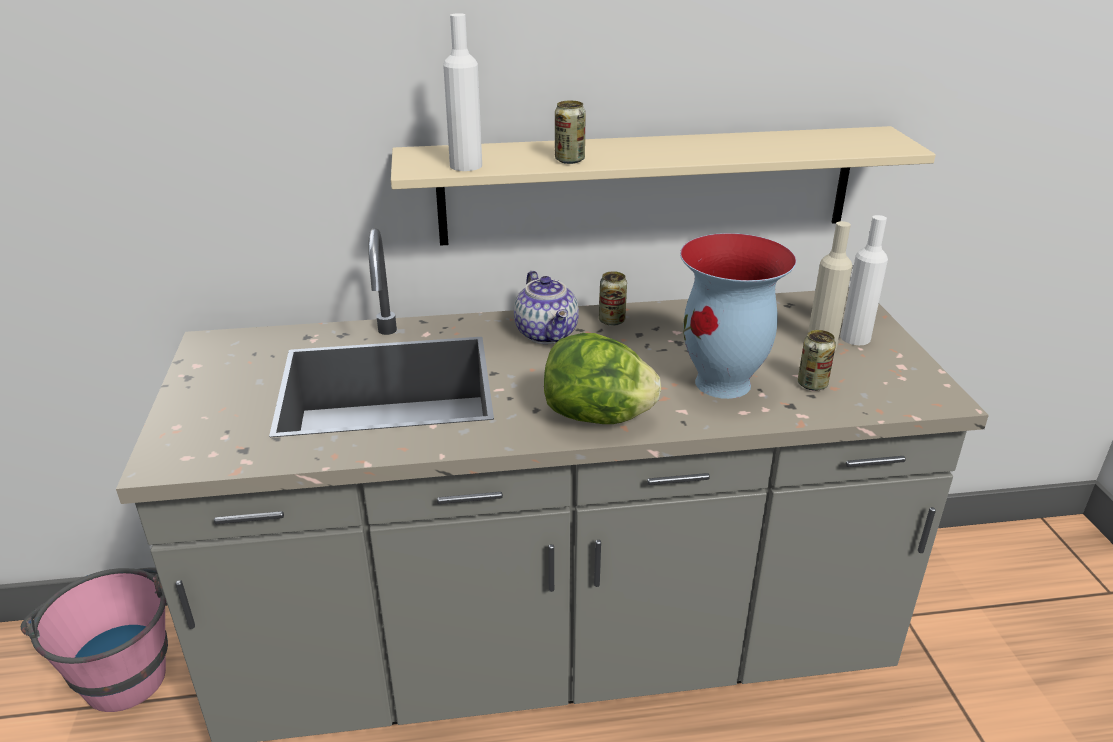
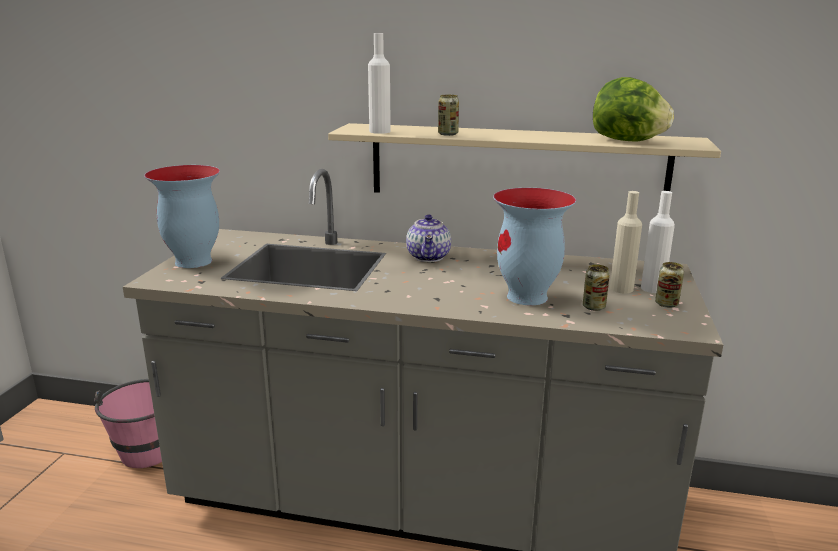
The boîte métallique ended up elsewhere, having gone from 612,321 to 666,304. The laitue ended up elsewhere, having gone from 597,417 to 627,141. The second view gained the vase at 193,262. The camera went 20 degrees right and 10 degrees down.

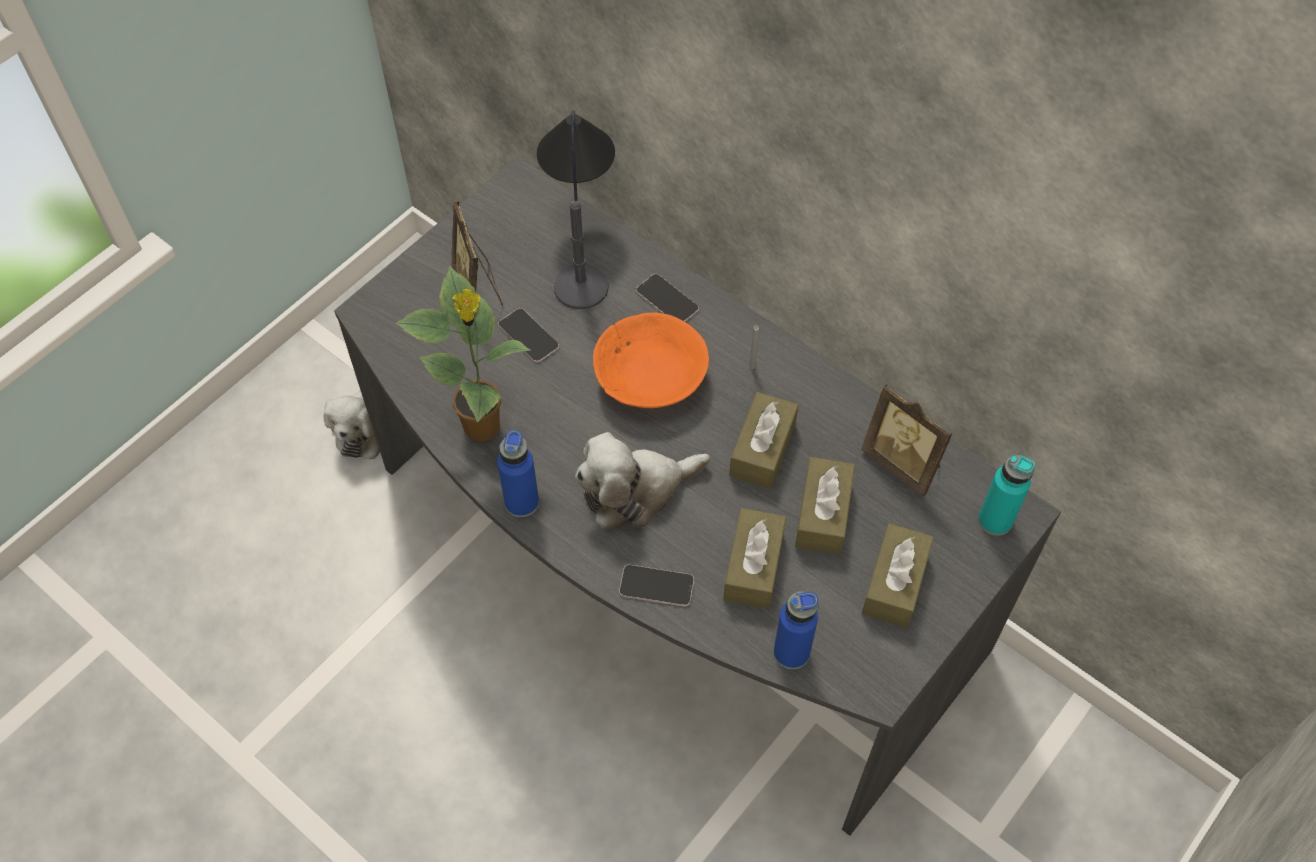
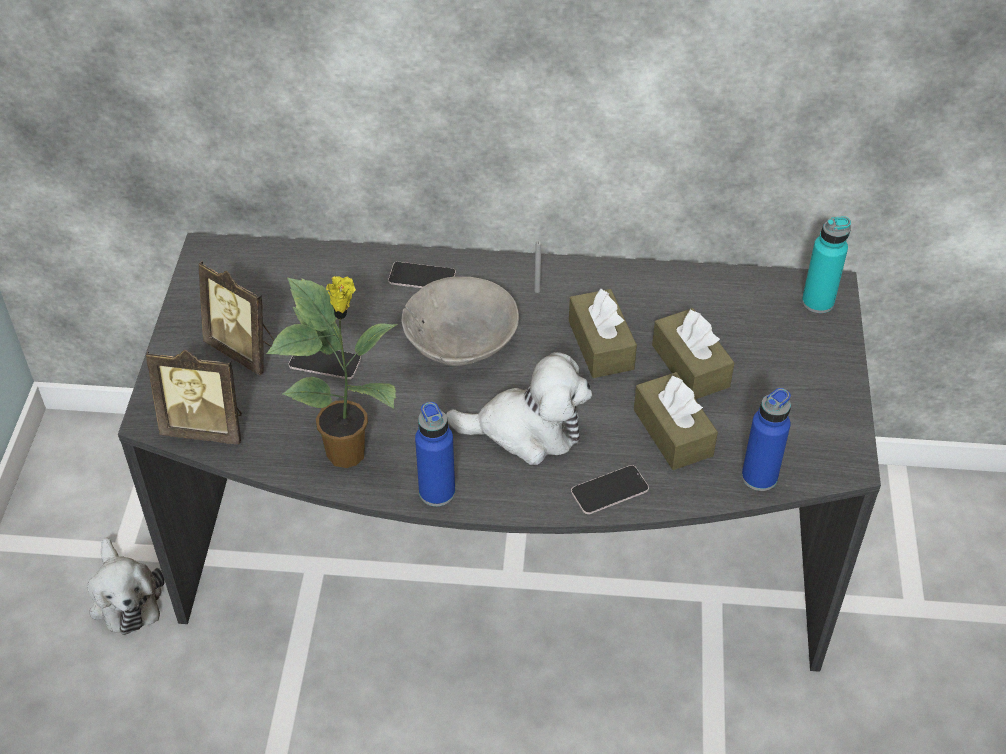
The second view lost the lampe de table at 580,243. What was the bol [orange] at 651,377 turned into the bol [gris] at 461,339. The cadre photo ended up elsewhere, having gone from 903,463 to 206,427. The peluche at 636,491 ended up facing another way, 120 degrees counterclockwise from before. The second view lost the boîte à mouchoirs [marron] at 895,583. The camera went 35 degrees left and 10 degrees down.

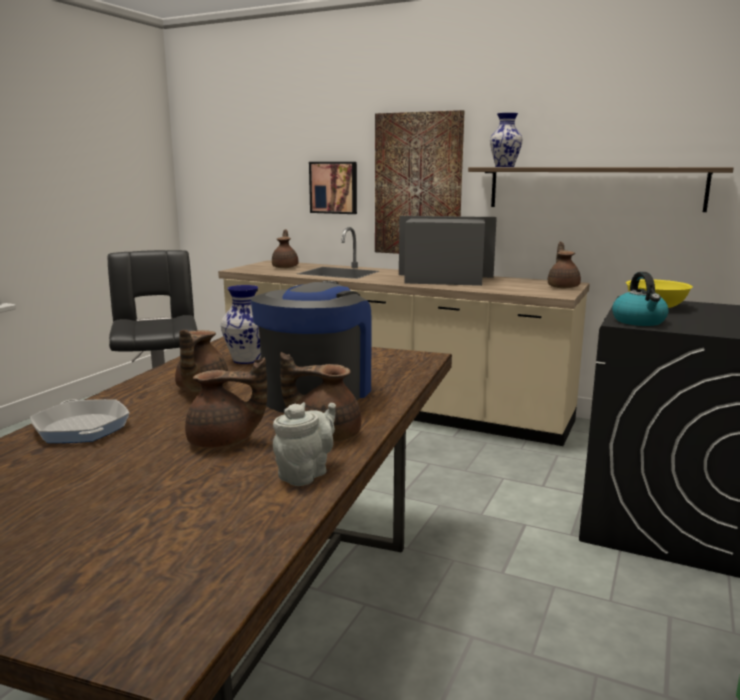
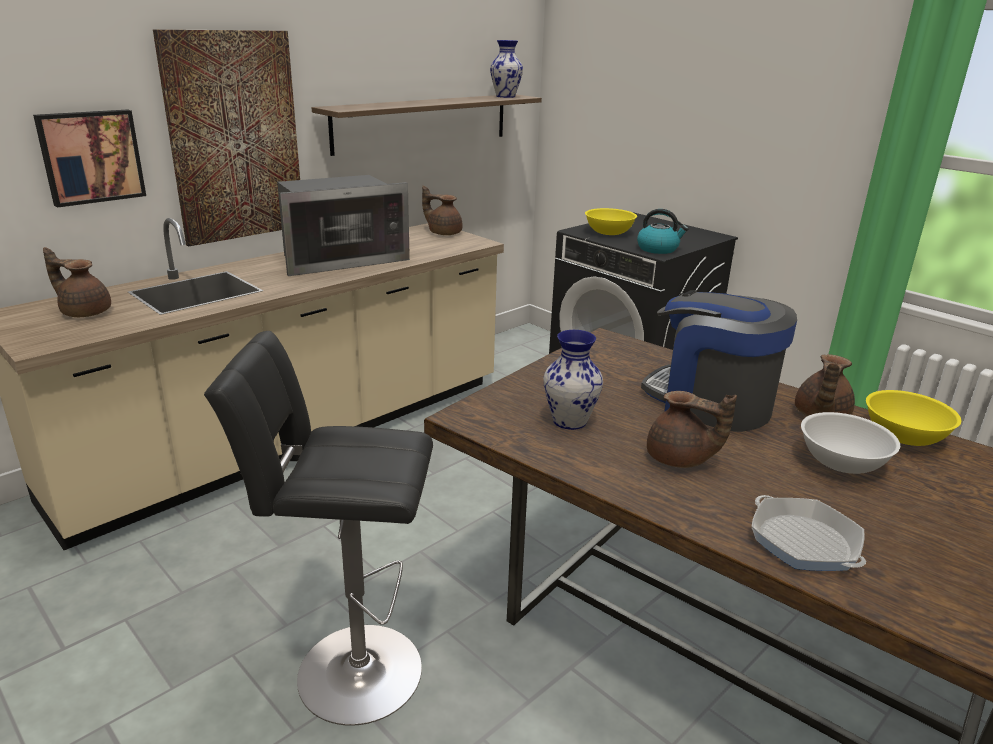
The vase ended up elsewhere, having gone from 505,166 to 506,96. The micro-ondes at 444,279 ended up facing another way, 150 degrees counterclockwise from before. Where the théière [marron] stood at 224,442, the bol [blanc] came to stand at 842,462. The poêle at 81,428 ended up facing another way, 75 degrees clockwise from before. Where the théière [gris] stood at 306,473, the bol [jaune] came to stand at 904,437. The camera went 70 degrees left and 10 degrees up.

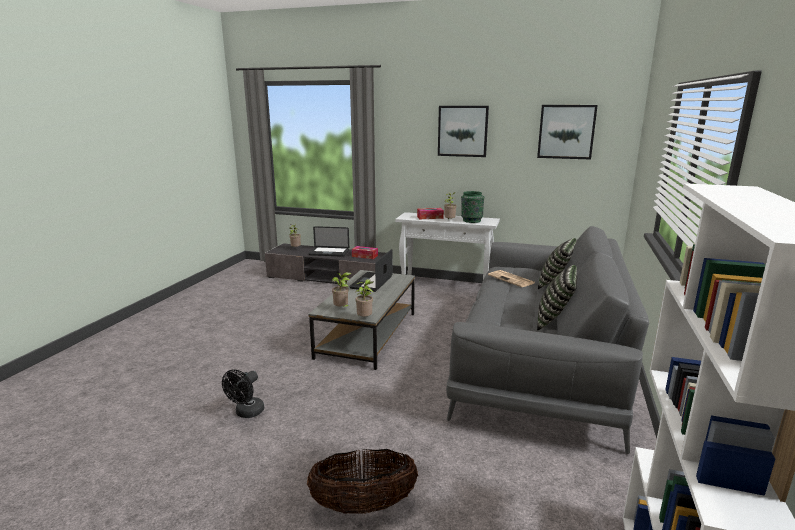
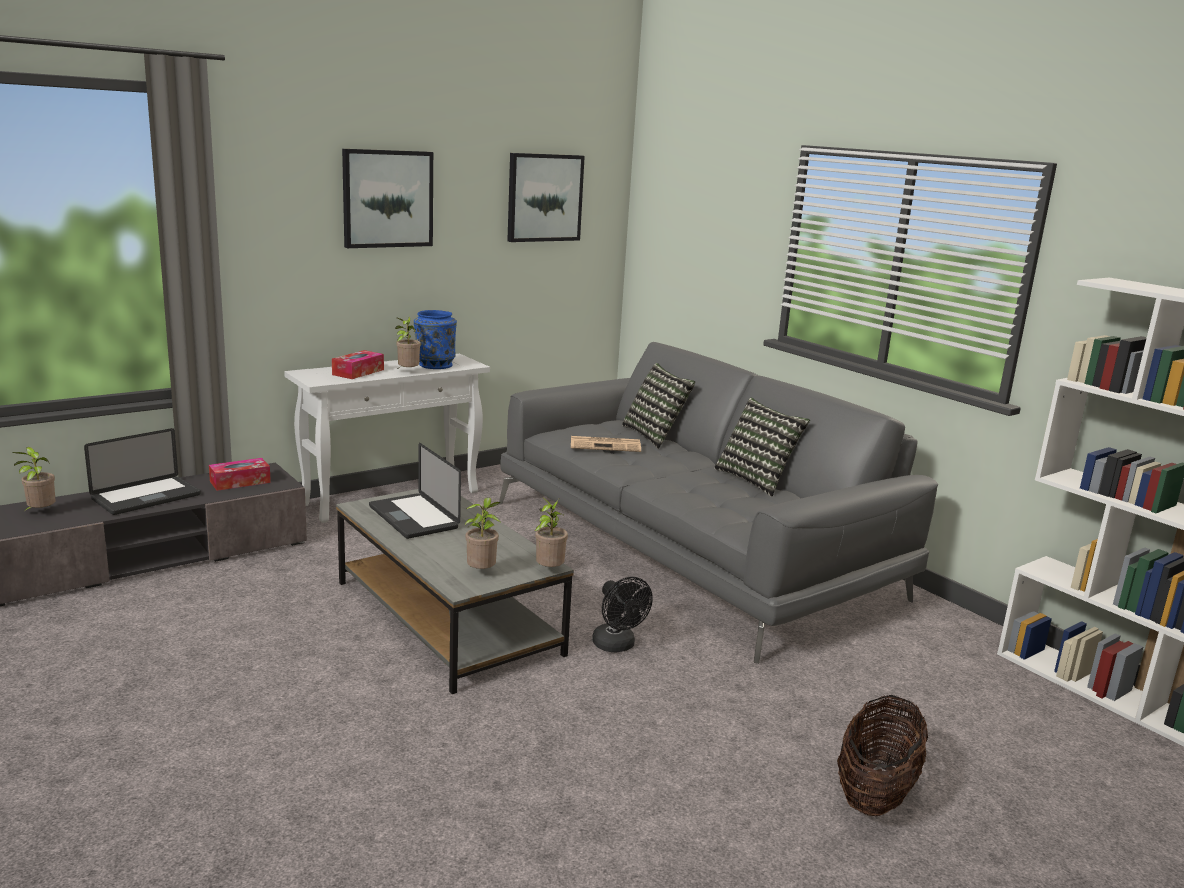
What was the vase [vert] at 471,220 turned into the vase [bleu] at 434,365. The ventilateur [noir] ended up elsewhere, having gone from 247,413 to 617,646. The camera went 55 degrees left and 0 degrees up.

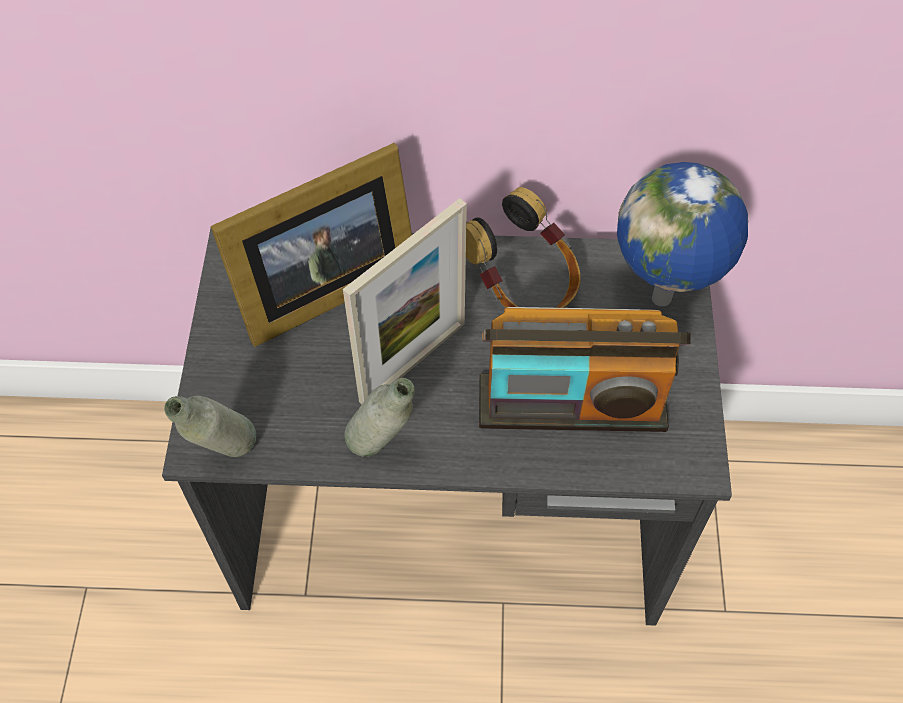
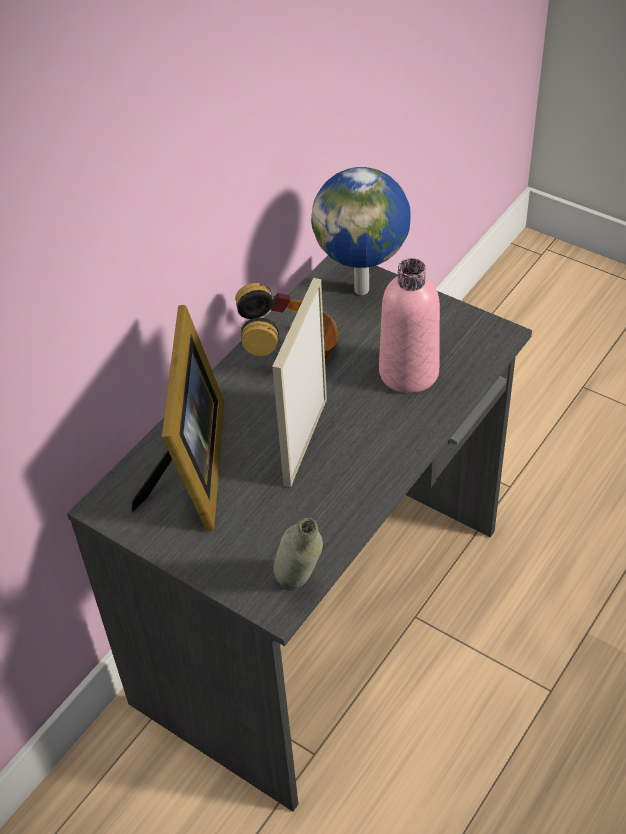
The cadre photo at 413,362 ended up facing another way, 150 degrees counterclockwise from before. Where the radio stood at 572,405, the bouteille [rose] came to stand at 408,372. The second view lost the bouteille [gris] at 383,451. The camera went 55 degrees left and 10 degrees down.

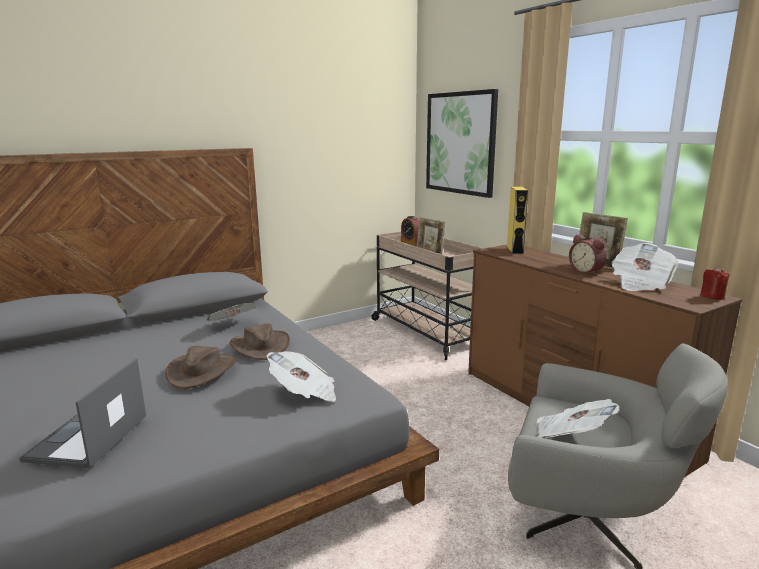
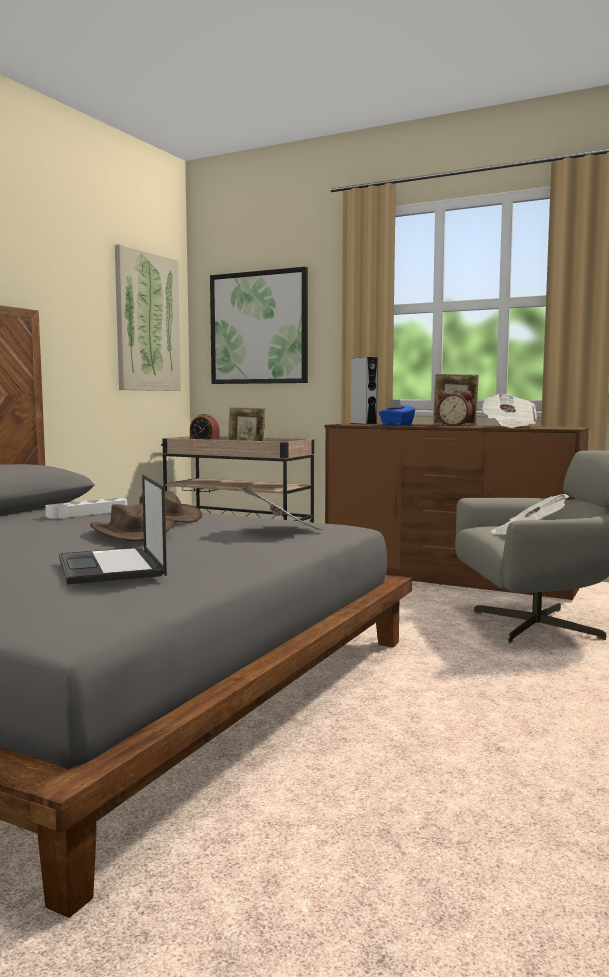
What was the enceinte [jaune] at 514,250 turned into the enceinte [gris] at 363,423. The second view lost the bougie [rouge] at 712,296. Where the journal stood at 232,325, the plateau [blanc] came to stand at 87,513. The second view gained the tableau at 147,322. The second view gained the boîte à mouchoirs [bleu] at 396,424. The camera went 30 degrees left and 10 degrees down.

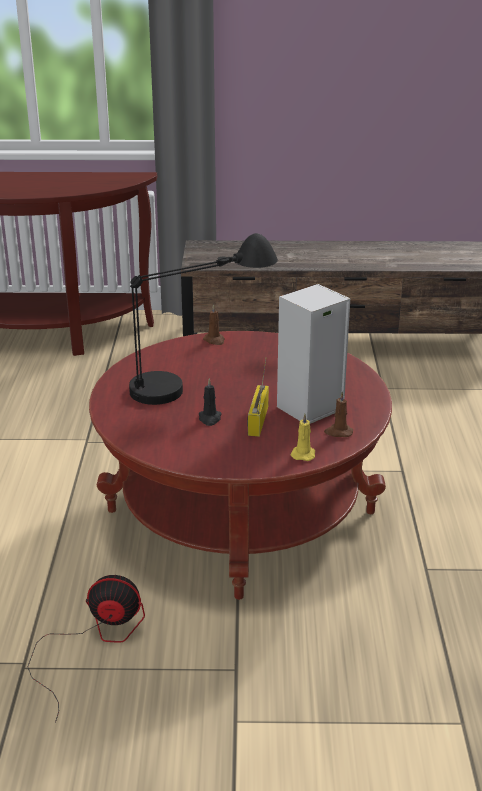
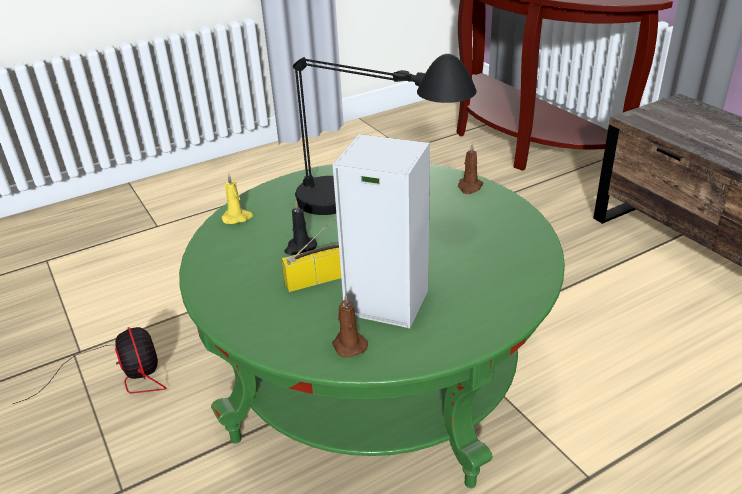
What was the table basse [rouge] at 240,511 turned into the table basse [vert] at 376,375. The bougie [jaune] ended up elsewhere, having gone from 303,454 to 237,218. The camera went 60 degrees right and 5 degrees up.

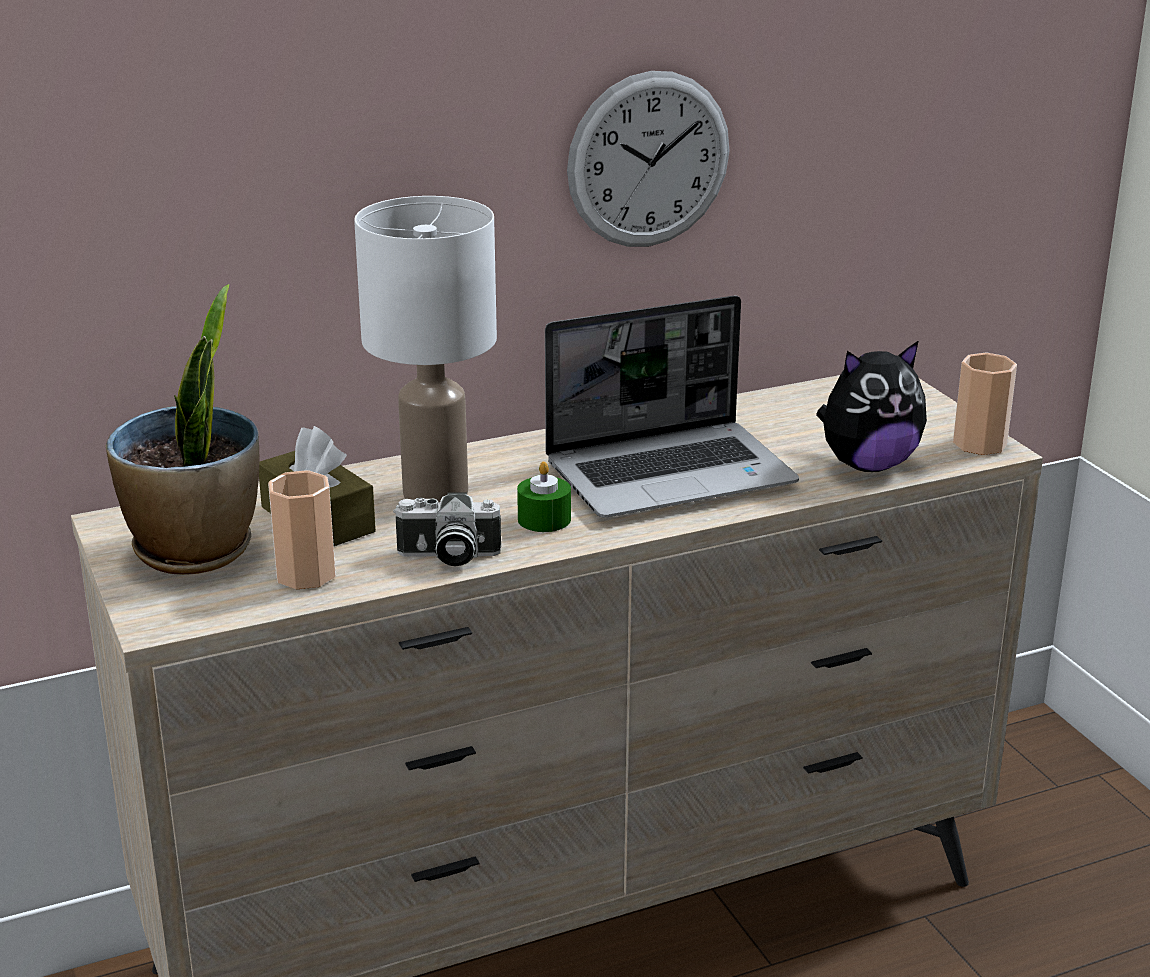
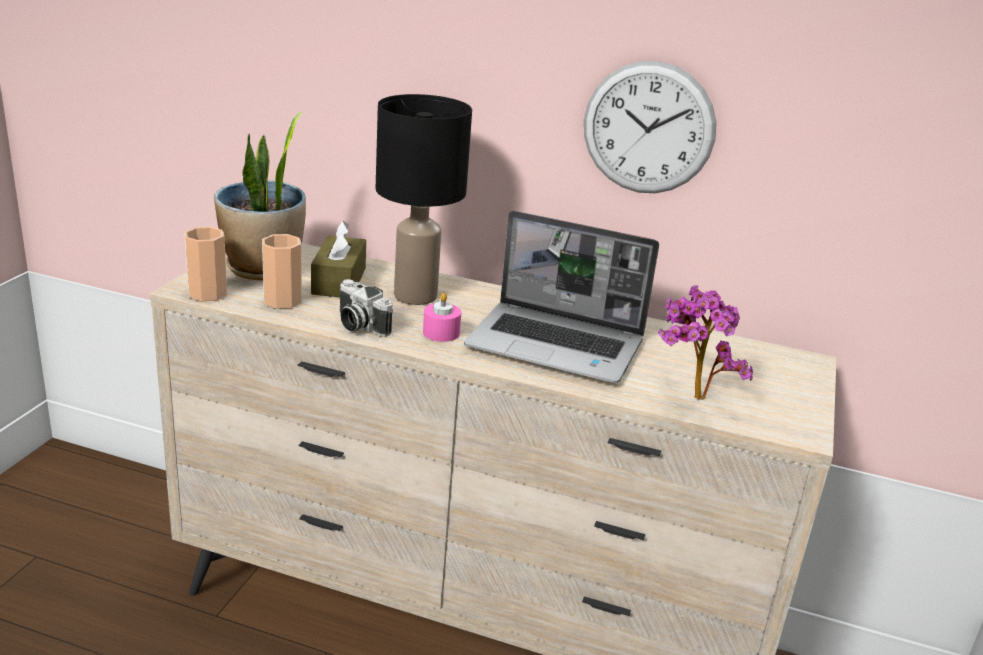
What was the lampe de table [blanc] at 434,492 turned into the lampe de table [noir] at 416,295. Where the peluche stood at 867,465, the plante en pot came to stand at 690,398. The tasse ended up elsewhere, having gone from 979,444 to 207,293. What was the bougie [vert] at 544,519 turned into the bougie [rose] at 441,333. The camera went 40 degrees right and 0 degrees up.

